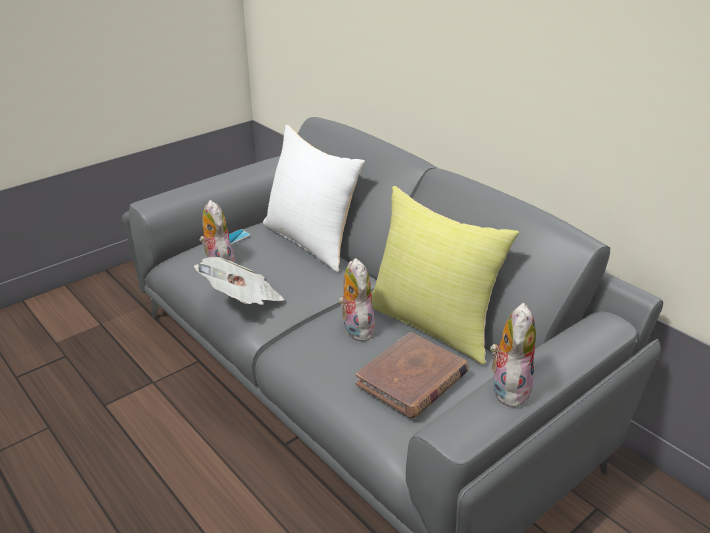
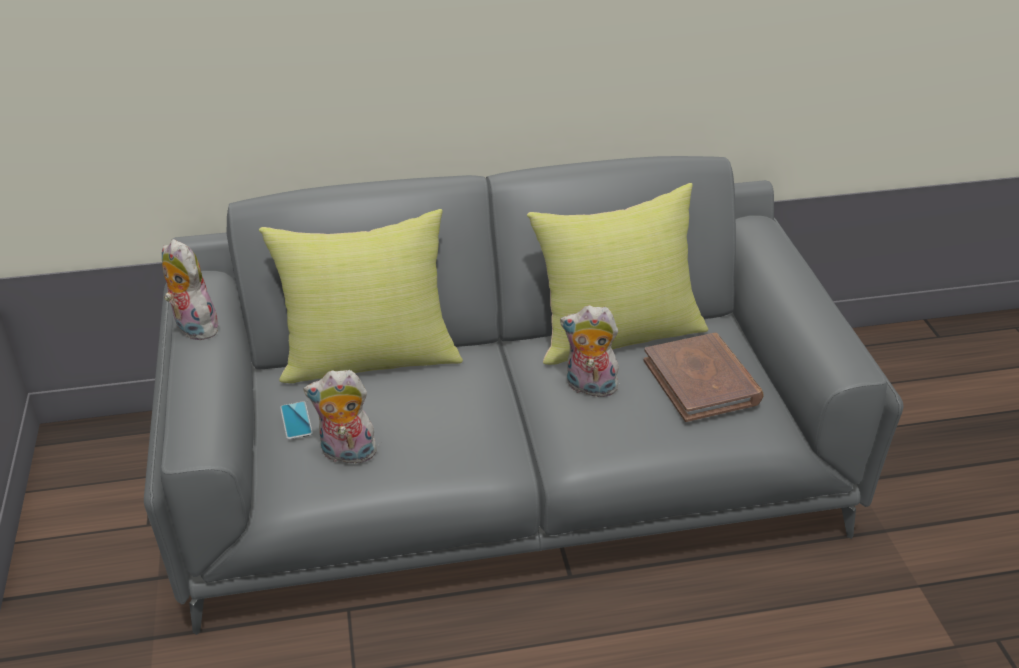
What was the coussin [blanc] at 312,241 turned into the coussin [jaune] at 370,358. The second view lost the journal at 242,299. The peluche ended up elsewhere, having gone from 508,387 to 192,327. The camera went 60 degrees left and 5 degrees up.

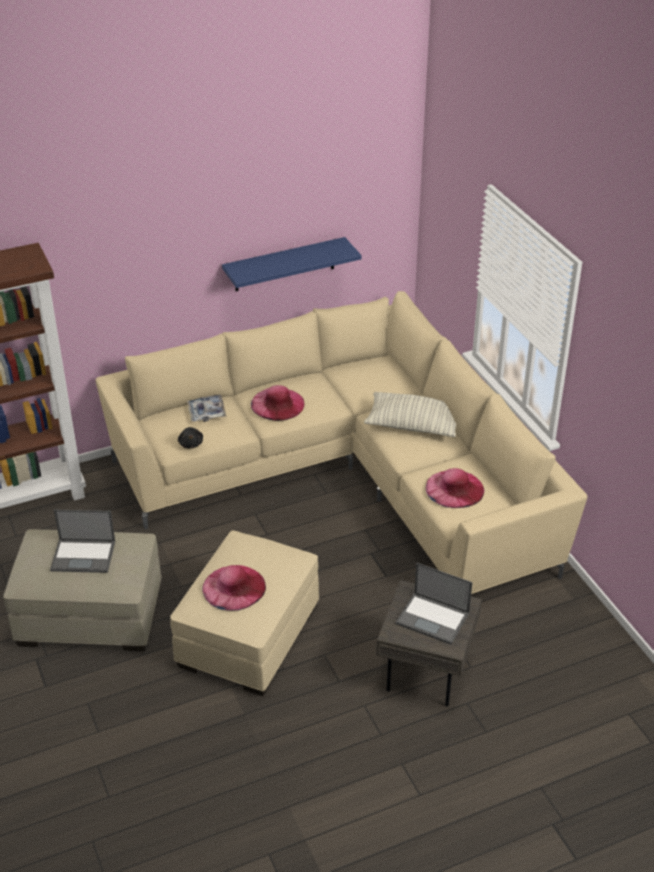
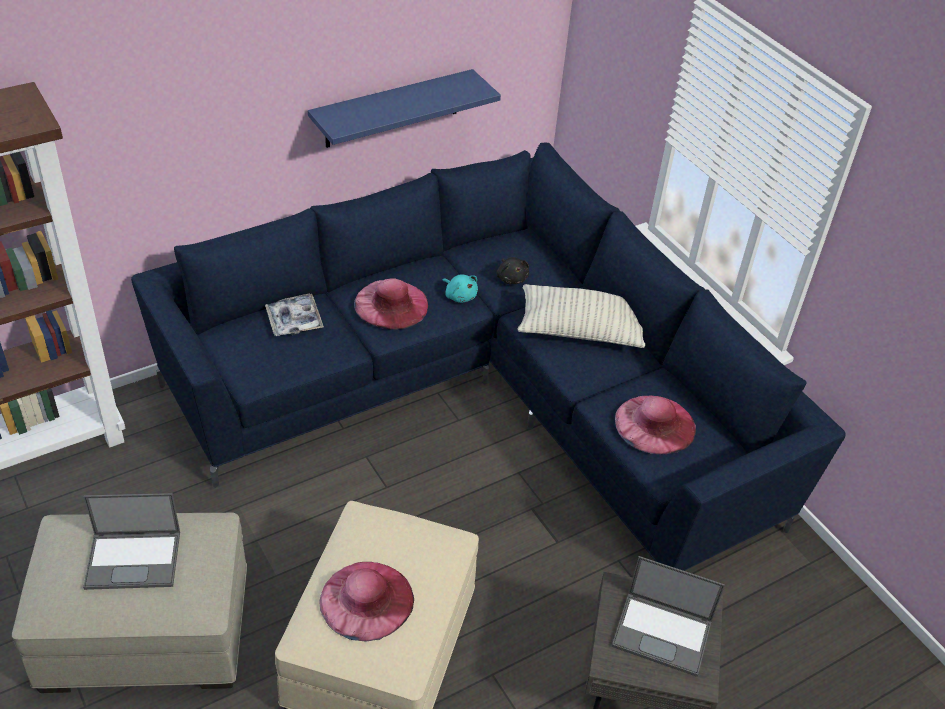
What was the canapé [beige] at 348,477 turned into the canapé [bleu] at 484,395. The peluche [noir] ended up elsewhere, having gone from 191,443 to 511,278. The second view gained the peluche [turquoise] at 460,296. The camera went 10 degrees left and 5 degrees up.

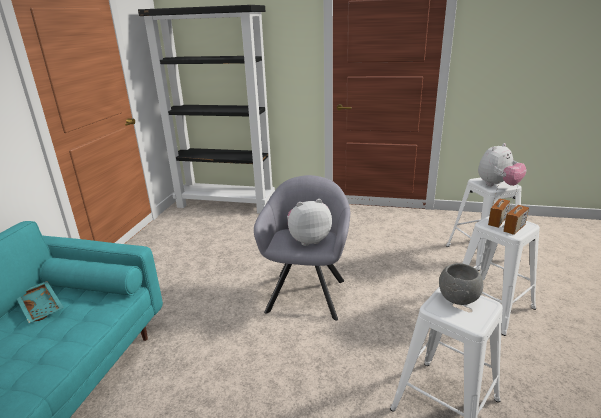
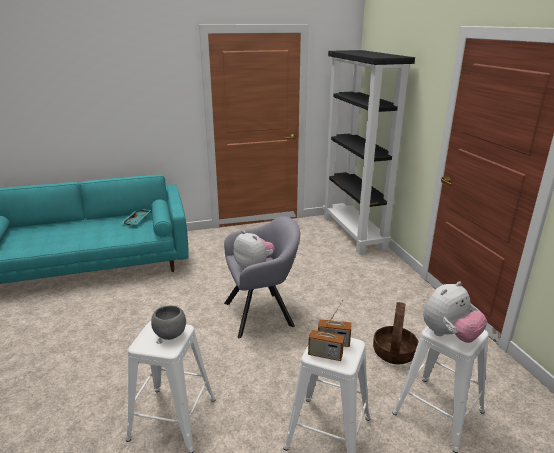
The peluche at 497,185 ended up facing another way, 60 degrees counterclockwise from before. The second view gained the panier at 393,352. The camera went 60 degrees right and 0 degrees up.

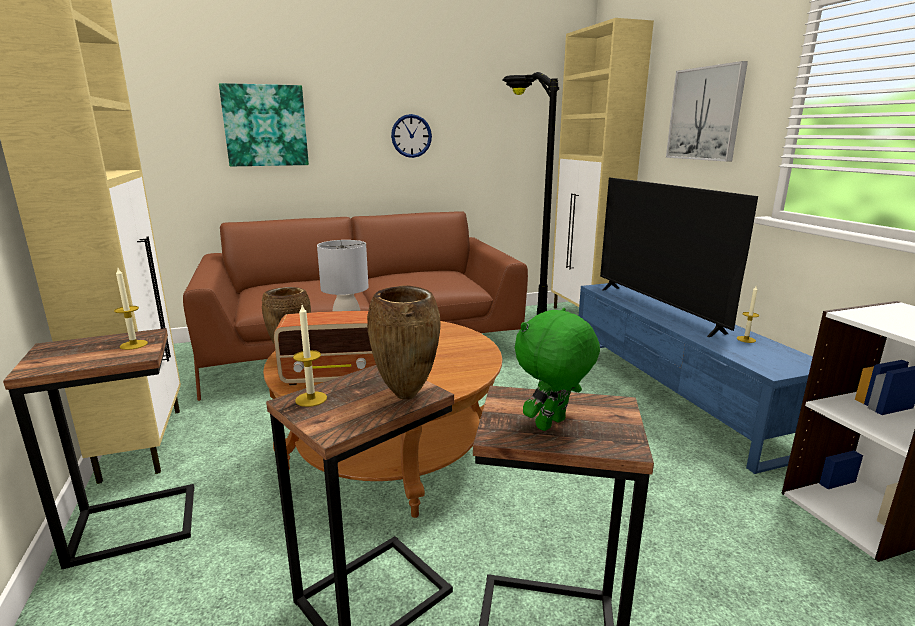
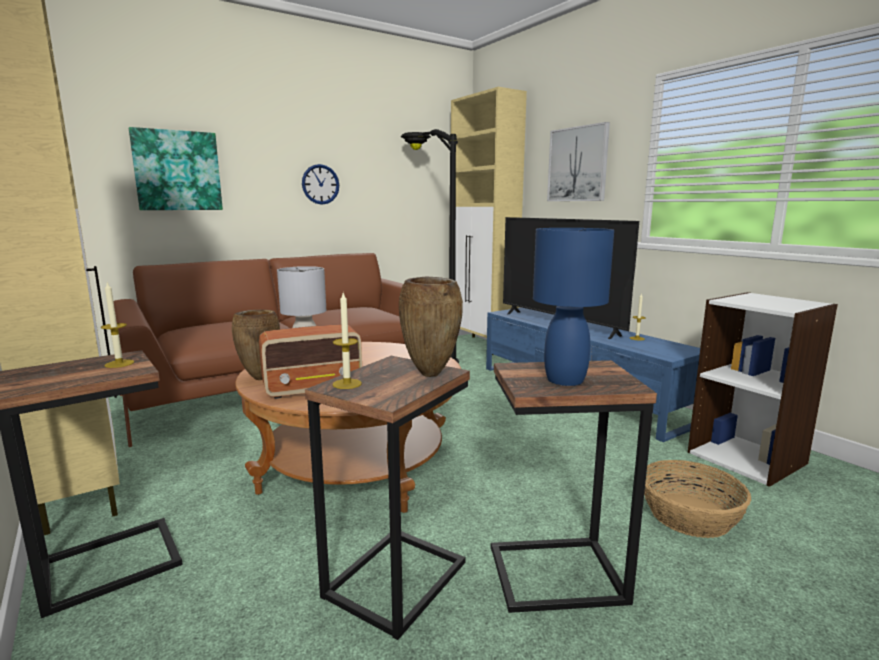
Where the peluche [vert] stood at 552,425, the lampe de table [bleu] came to stand at 565,380. The second view gained the panier at 690,515. The camera went 15 degrees left and 5 degrees down.

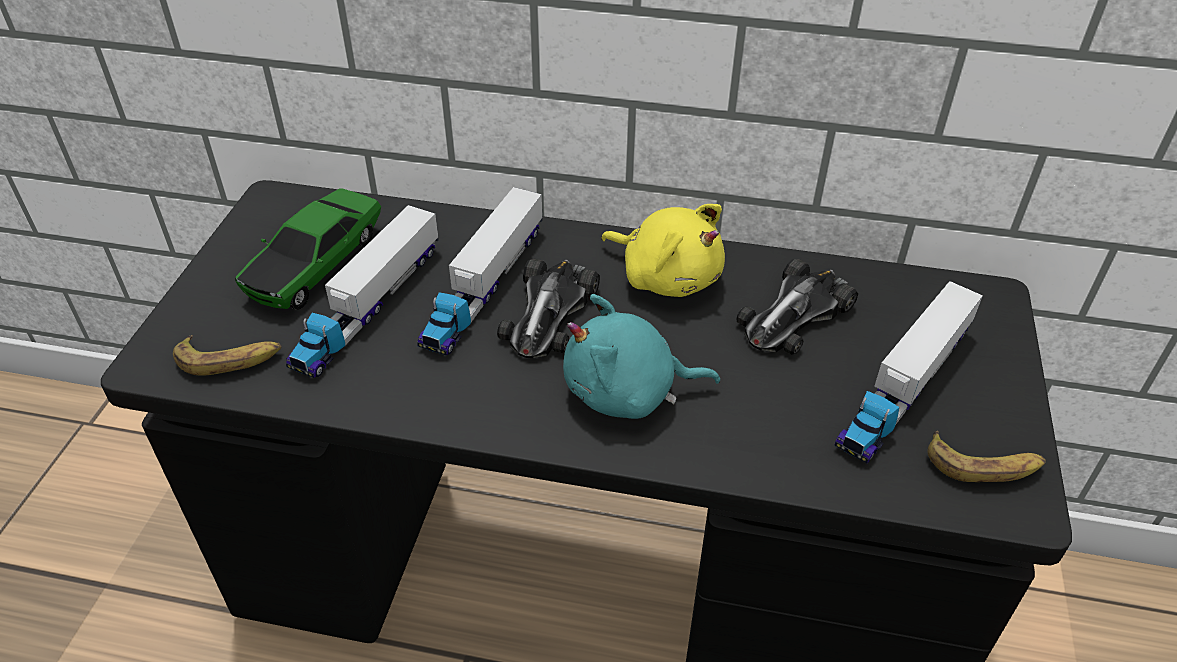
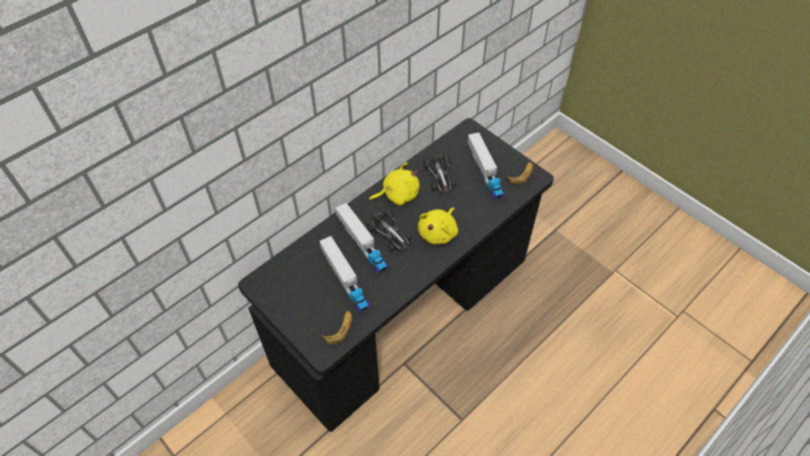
The second view lost the petite voiture at 316,264. What was the peluche [turquoise] at 628,393 turned into the peluche [jaune] at 438,232. The camera went 55 degrees left and 10 degrees up.

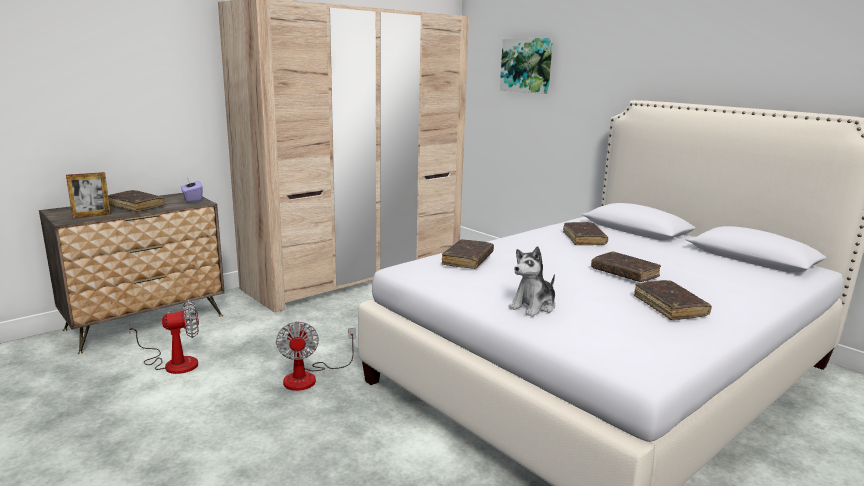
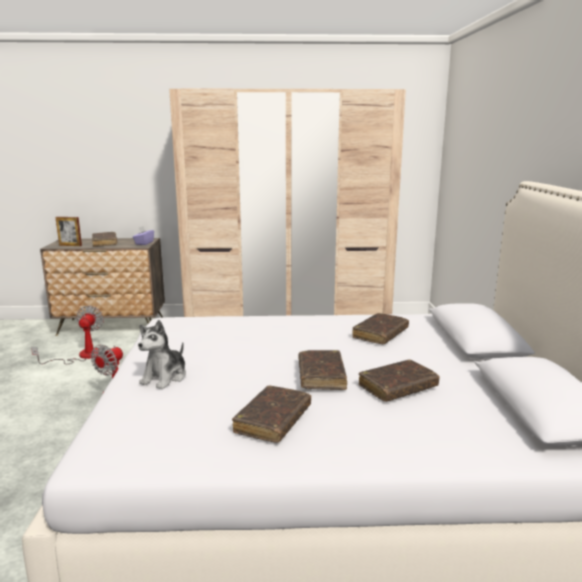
The second view lost the tableau at 526,65. The livre [marron] ended up elsewhere, having gone from 467,260 to 397,387. The peluche at 533,306 ended up facing another way, 60 degrees counterclockwise from before. The ventilateur at 173,363 ended up facing another way, 105 degrees counterclockwise from before. The camera went 40 degrees right and 0 degrees up.

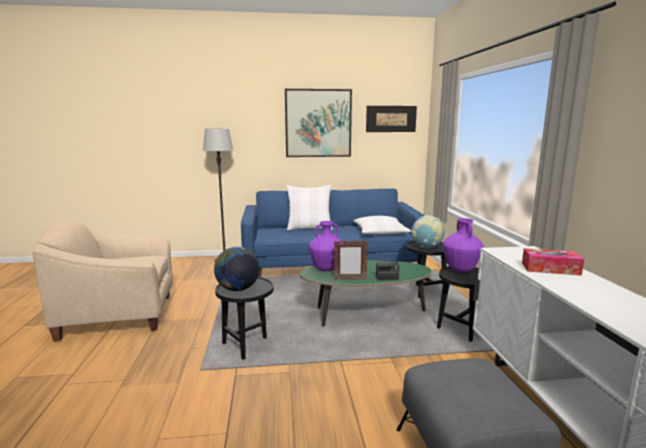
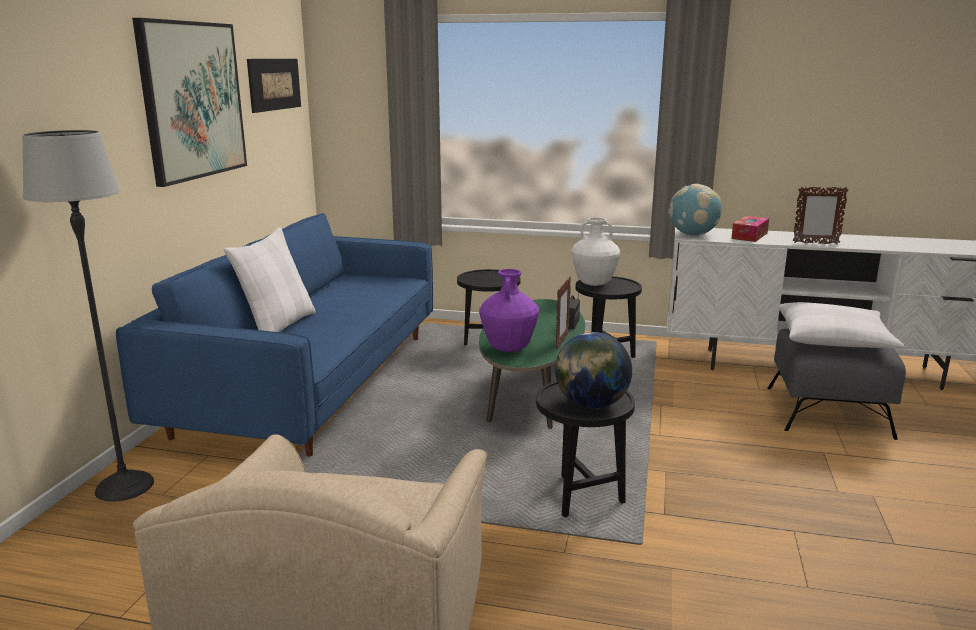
The globe ended up elsewhere, having gone from 426,247 to 693,235. The coussin [blanc] ended up elsewhere, having gone from 380,232 to 834,339. What was the vase [violet] at 460,270 turned into the vase [blanc] at 593,284. The second view gained the cadre photo at 815,243. The camera went 70 degrees left and 5 degrees up.

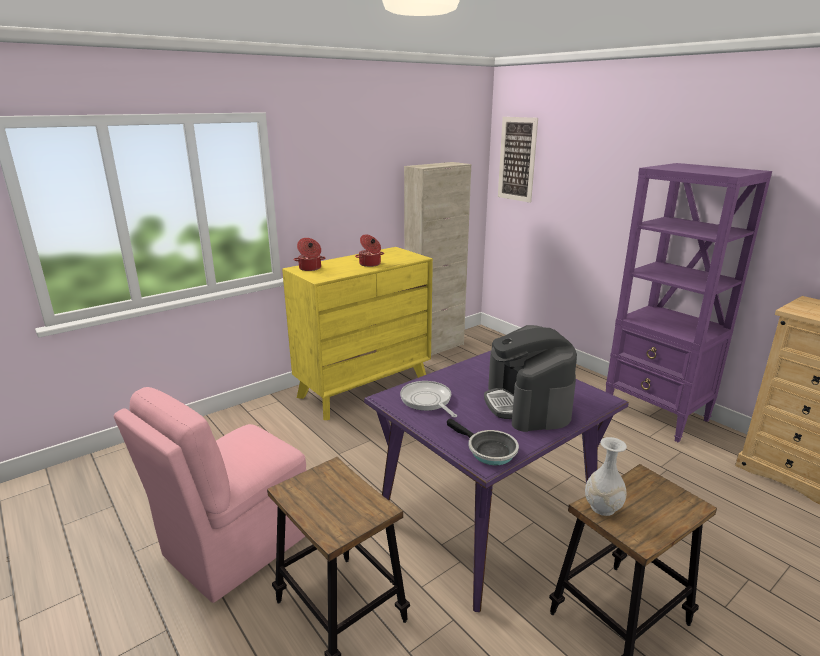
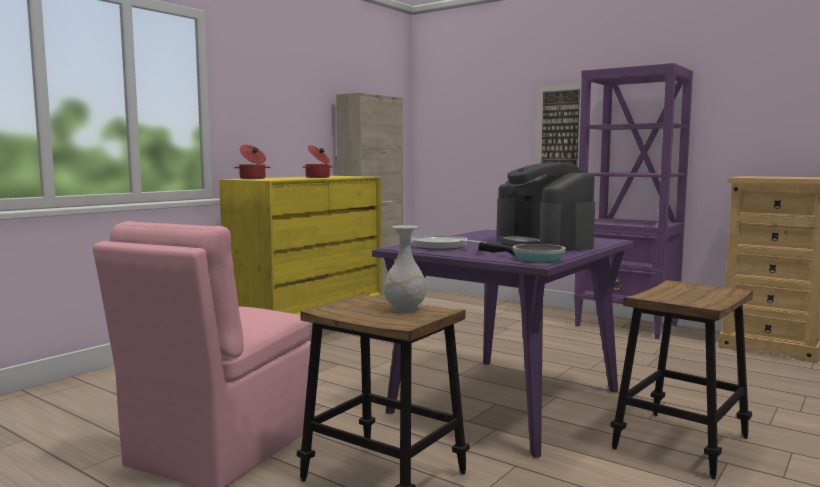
The tableau ended up elsewhere, having gone from 517,159 to 560,131. The vase [blanc] ended up elsewhere, having gone from 602,507 to 404,309. The camera went 15 degrees left and 15 degrees down.

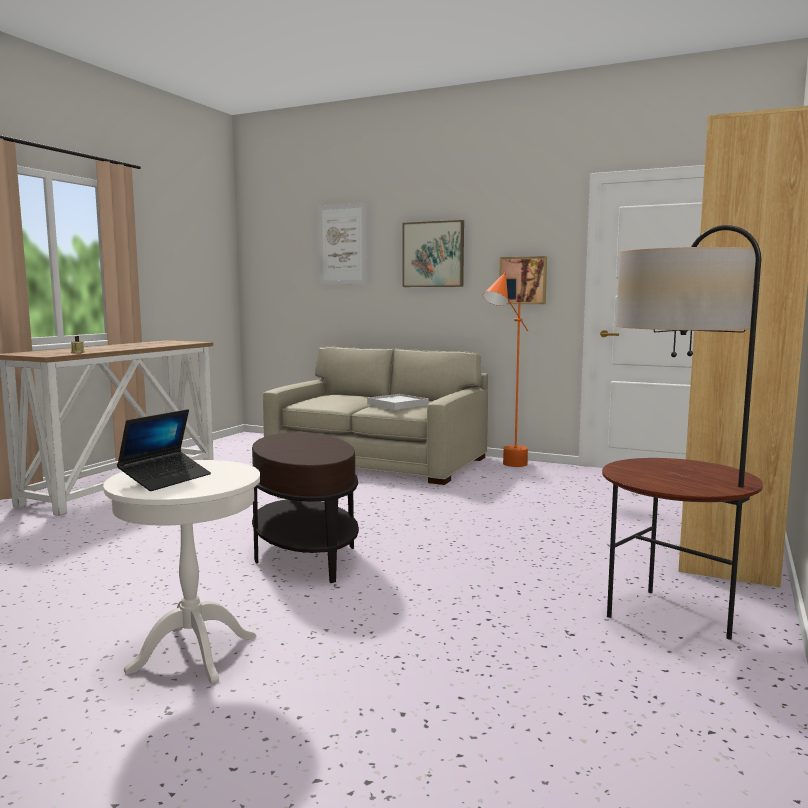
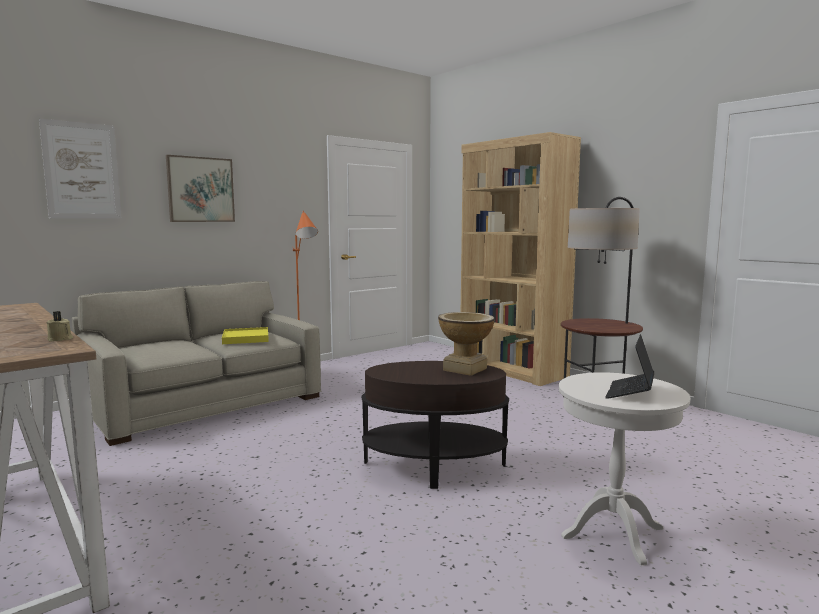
The second view lost the tableau at 523,280. What was the plateau [blanc] at 397,404 turned into the plateau [jaune] at 245,338. The ordinateur portable at 166,479 ended up facing another way, 120 degrees counterclockwise from before. The second view gained the vase at 465,369. The camera went 65 degrees left and 0 degrees up.

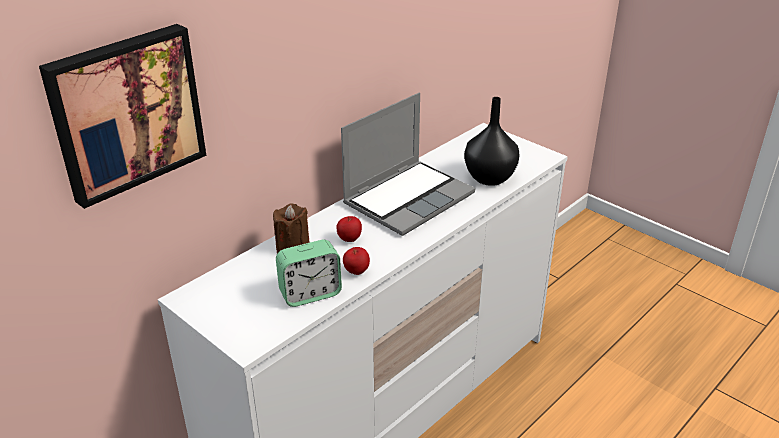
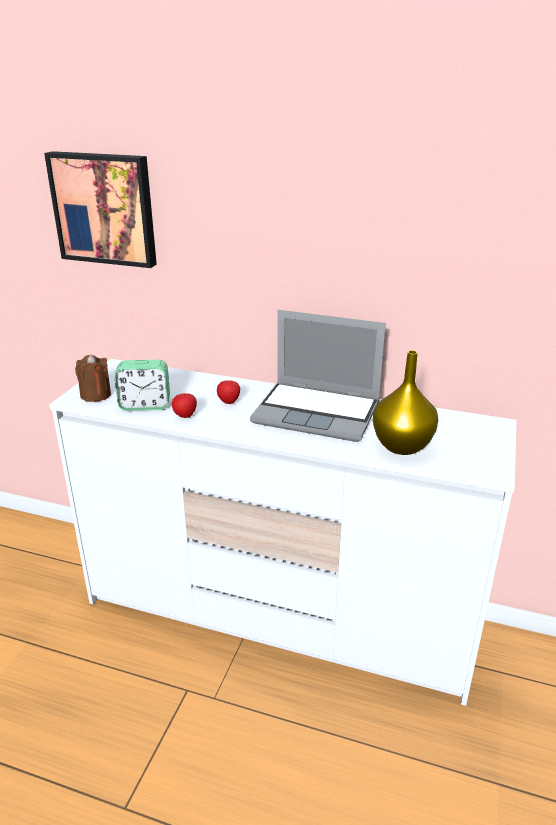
What was the vase [noir] at 490,178 turned into the vase [jaune] at 401,446. The bougie [marron] ended up elsewhere, having gone from 293,247 to 95,395. The réveil at 310,293 ended up facing another way, 45 degrees counterclockwise from before. The camera went 65 degrees right and 5 degrees down.

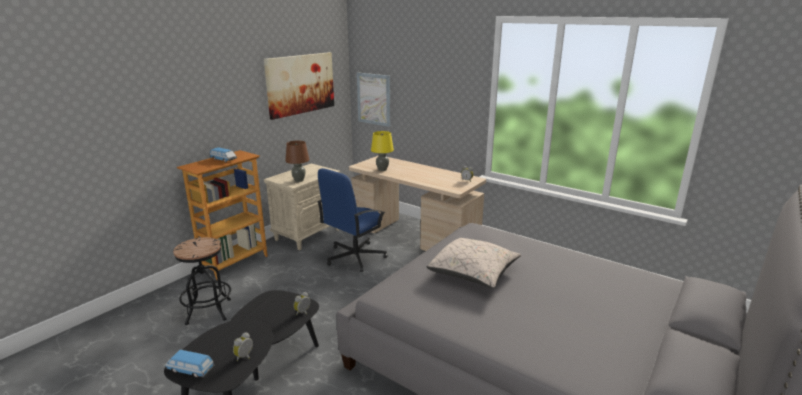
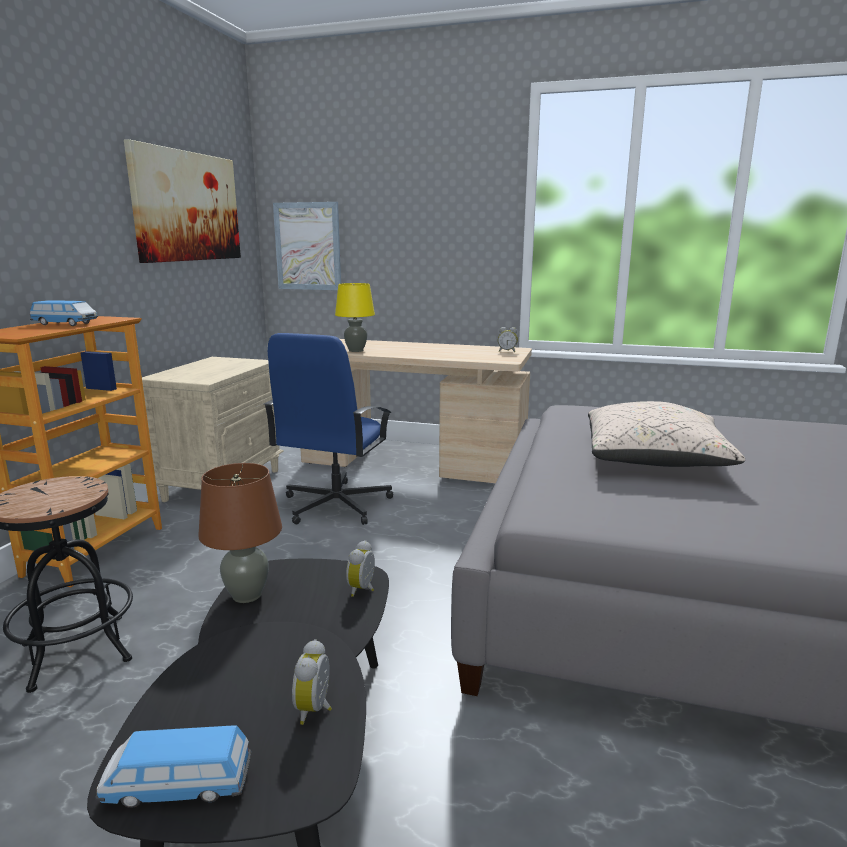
The lampe de table [marron] ended up elsewhere, having gone from 299,180 to 247,595. The camera went 20 degrees left and 5 degrees down.

